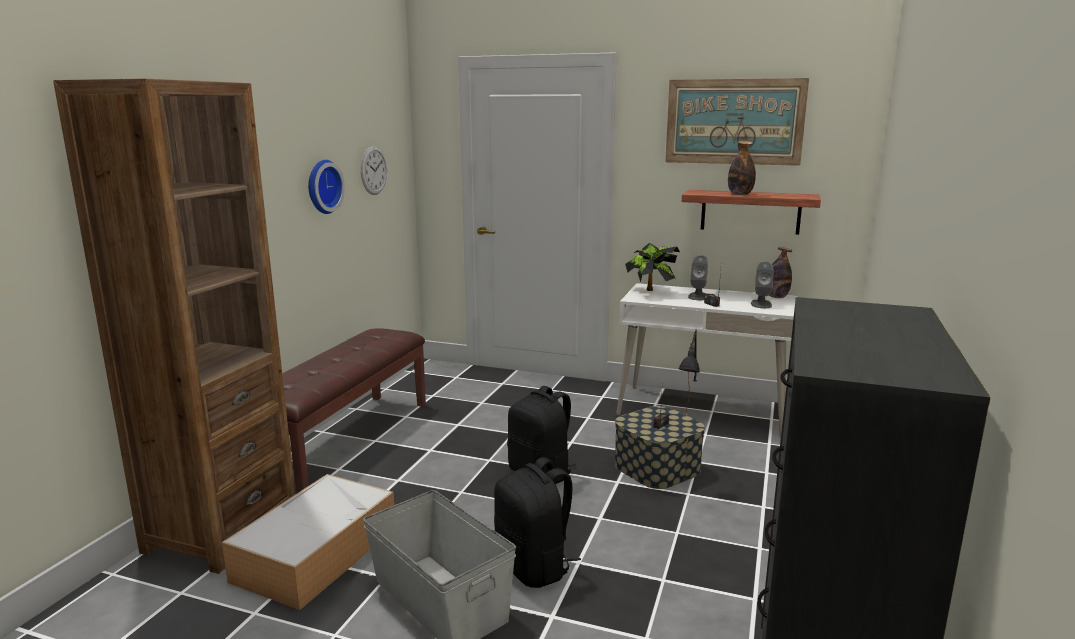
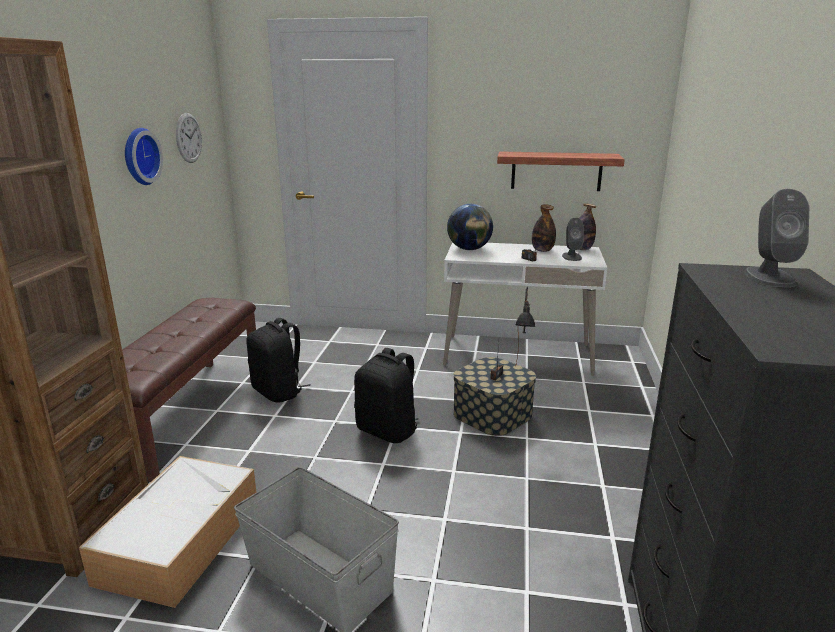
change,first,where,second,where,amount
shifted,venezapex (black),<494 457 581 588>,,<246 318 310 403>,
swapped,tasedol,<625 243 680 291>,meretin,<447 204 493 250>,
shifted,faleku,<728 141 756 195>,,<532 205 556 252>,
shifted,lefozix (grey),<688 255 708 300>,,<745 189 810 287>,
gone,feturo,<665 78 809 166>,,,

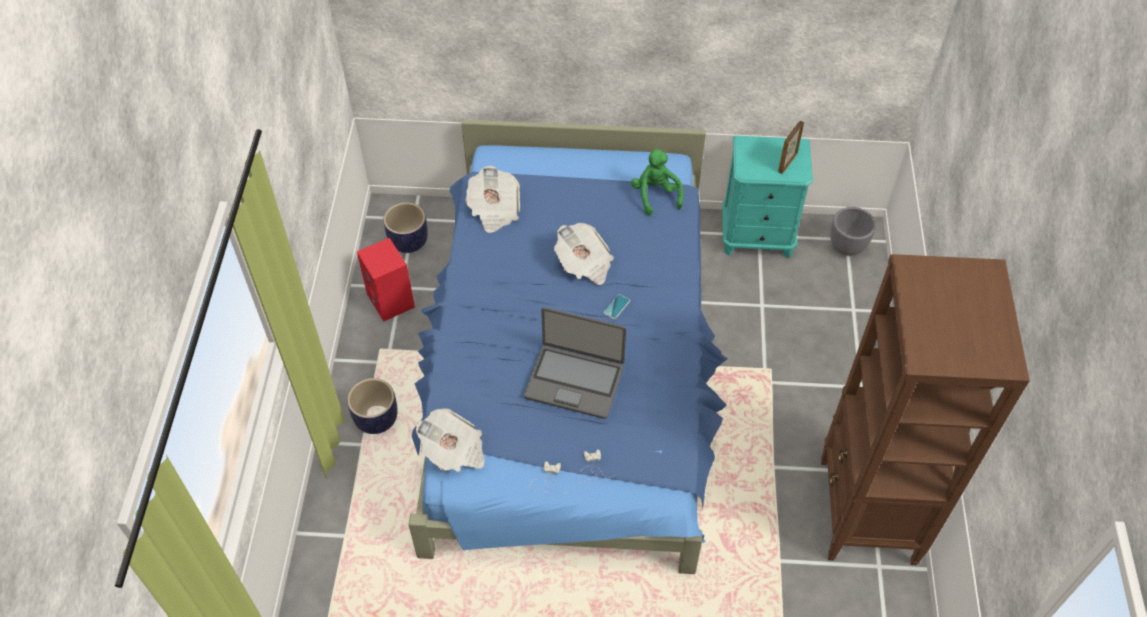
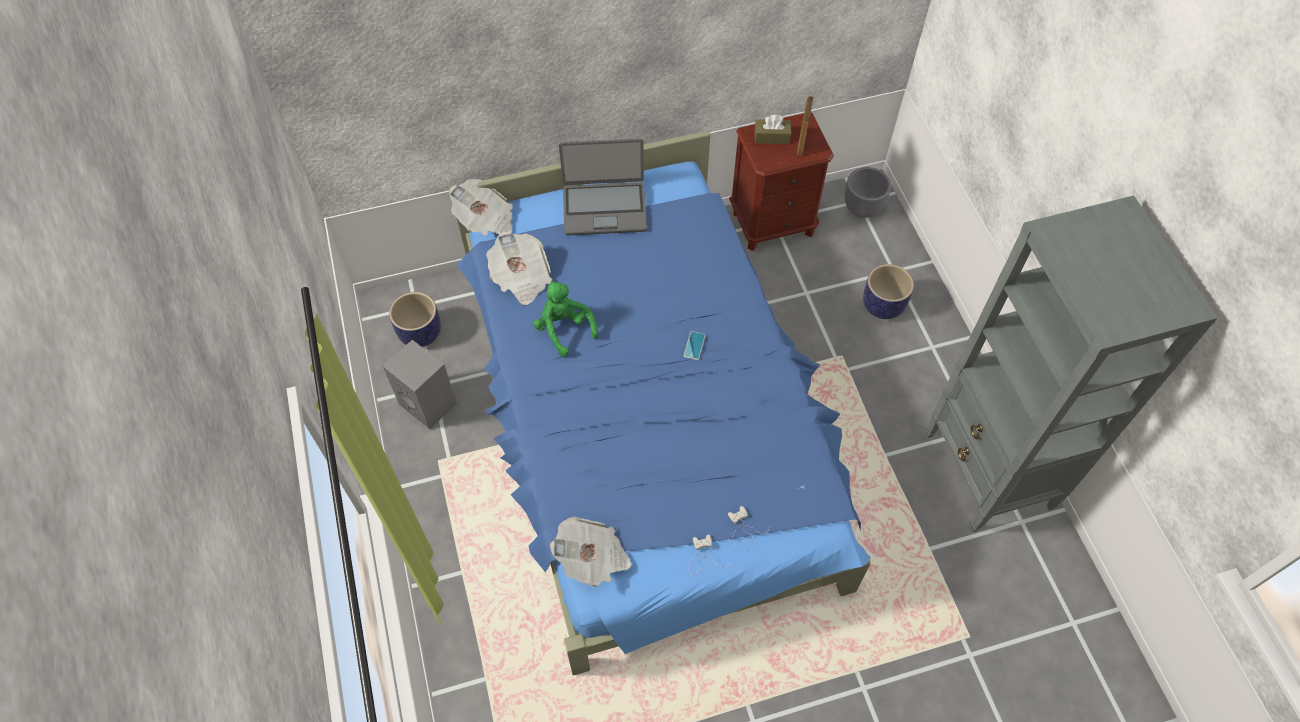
change,first,where,second,where,amount
repainted,lefozix (red),<357 238 415 322>,lefozix (grey),<383 340 457 430>,
shifted,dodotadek,<554 223 614 285>,,<449 179 513 236>,
shifted,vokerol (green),<631 148 684 215>,,<533 280 598 357>,
shifted,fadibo,<524 307 626 419>,,<559 139 647 235>,
repainted,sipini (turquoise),<722 136 813 258>,sipini (brown),<729 113 834 251>,
new,,,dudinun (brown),<755 115 791 144>,
shifted,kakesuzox,<347 378 398 434>,,<863 264 914 319>,
repainted,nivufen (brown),<821 254 1030 565>,nivufen (grey),<926 195 1218 532>,

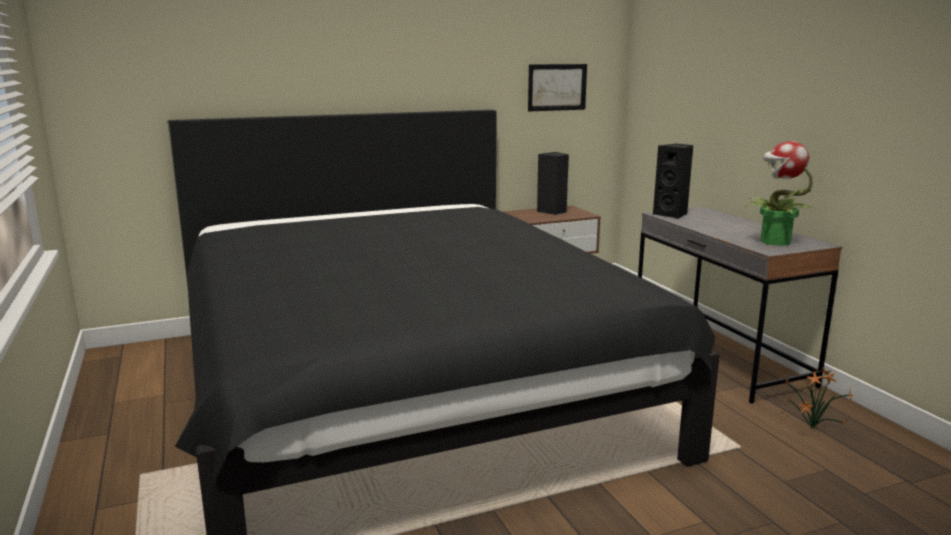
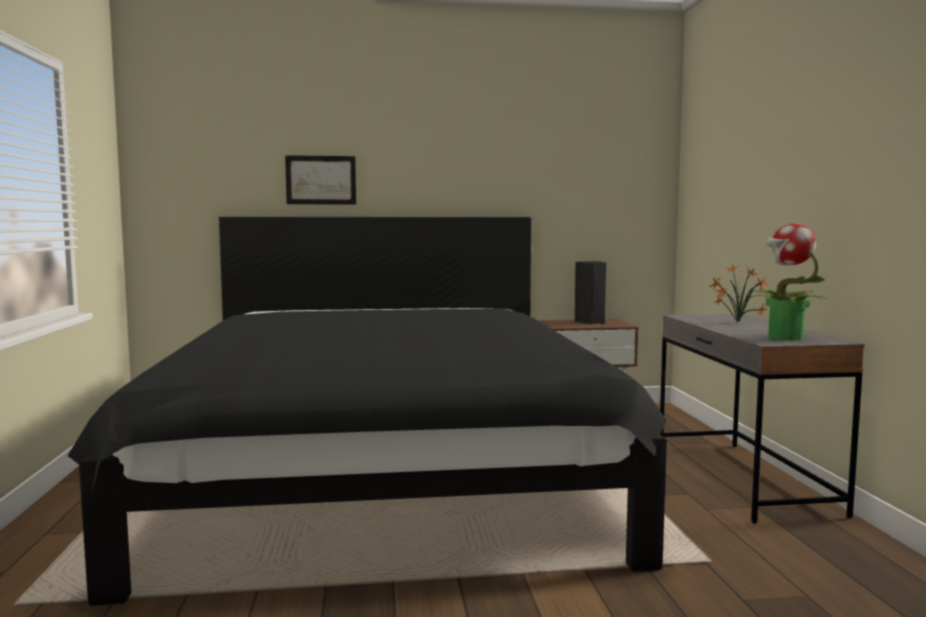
change,first,where,second,where,amount
shifted,feturo,<528 64 587 111>,,<285 155 356 204>,
shifted,tasedol,<781 367 853 428>,,<709 264 769 322>,
gone,lefozix (black),<653 144 693 219>,,,

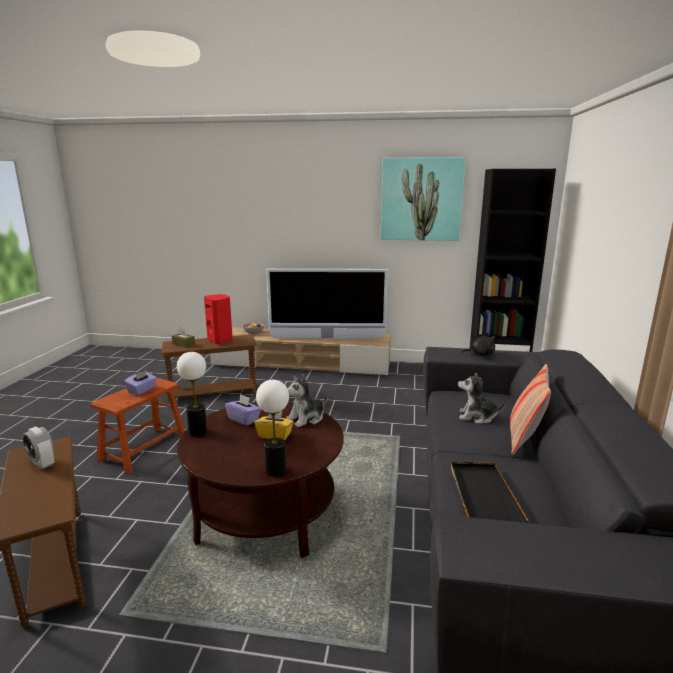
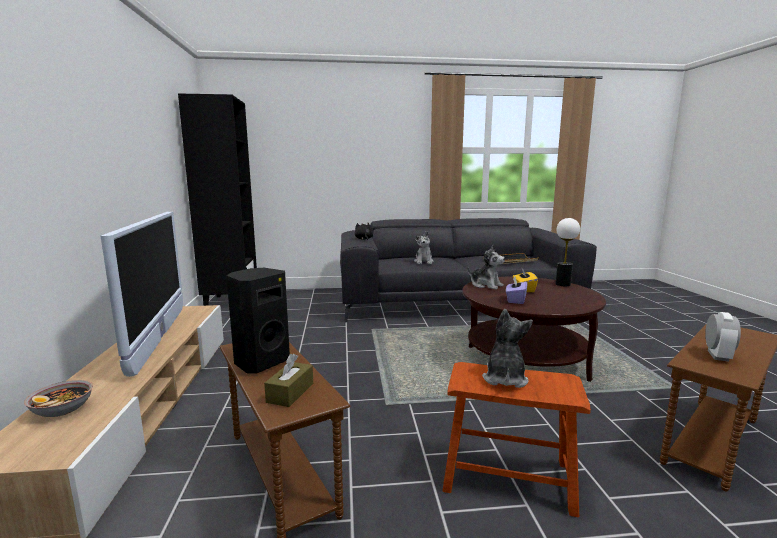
change,first,where,second,where,amount
repainted,lefozix (red),<204 294 233 344>,lefozix (black),<226 268 290 374>,
swapped,dudinun (purple),<124 370 157 395>,vokerol,<482 309 533 388>,
gone,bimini,<177 352 207 437>,,,
gone,feturo,<381 157 466 241>,,,
gone,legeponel,<510 364 551 455>,,,

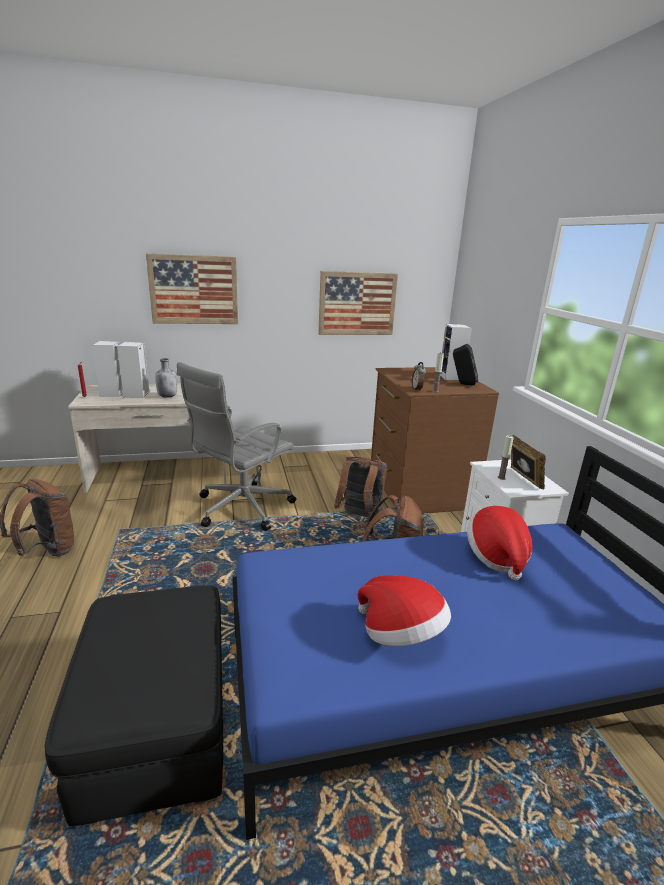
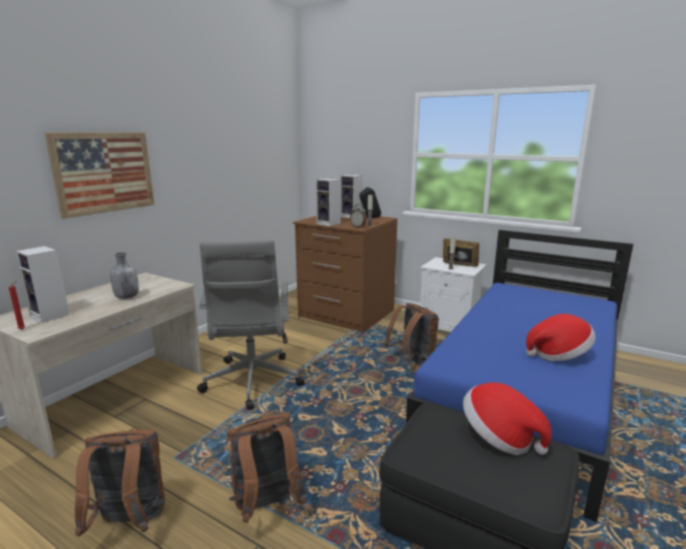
change,first,where,second,where,amount
shifted,venezapex (brown),<334 457 387 518>,,<227 413 307 523>,
shifted,lefozix,<117 342 149 398>,,<316 178 341 226>,
shifted,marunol,<467 506 532 580>,,<463 382 552 455>,
gone,feturo,<319 271 398 335>,,,

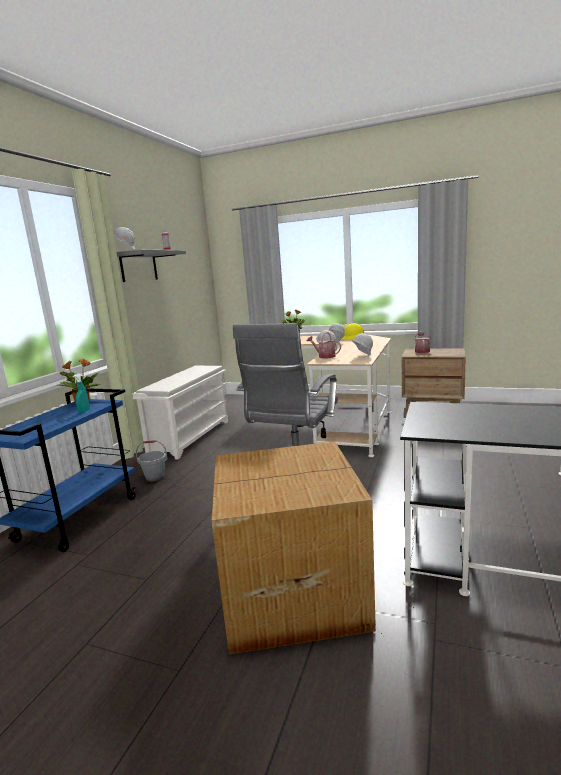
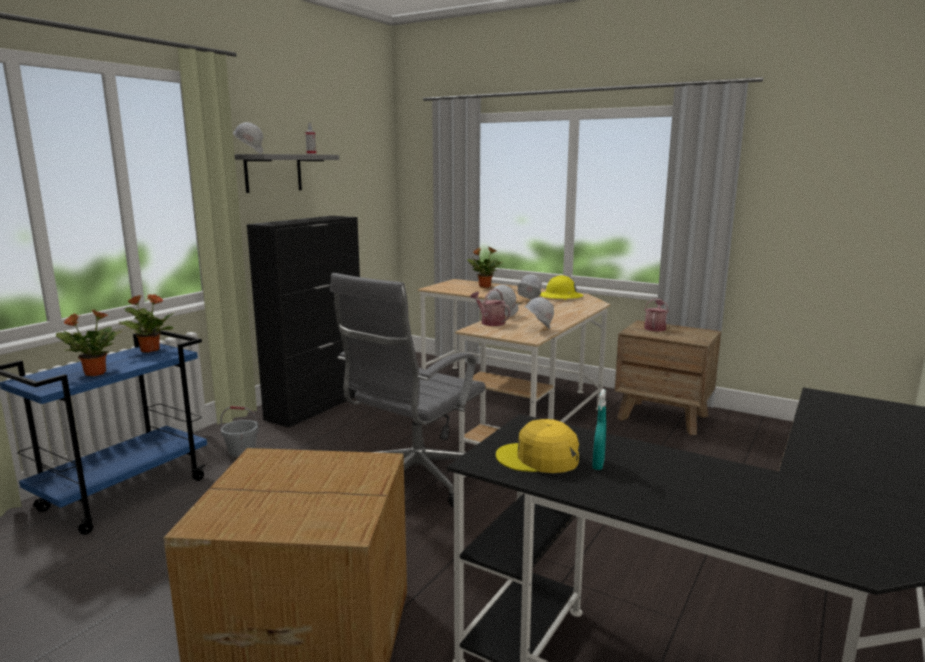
change,first,where,second,where,amount
new,,,tasedol,<56 309 122 376>,
swapped,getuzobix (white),<132 365 228 460>,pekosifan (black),<247 216 360 428>,
new,,,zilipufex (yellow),<496 419 579 473>,
shifted,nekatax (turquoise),<73 373 90 414>,,<592 389 606 470>,

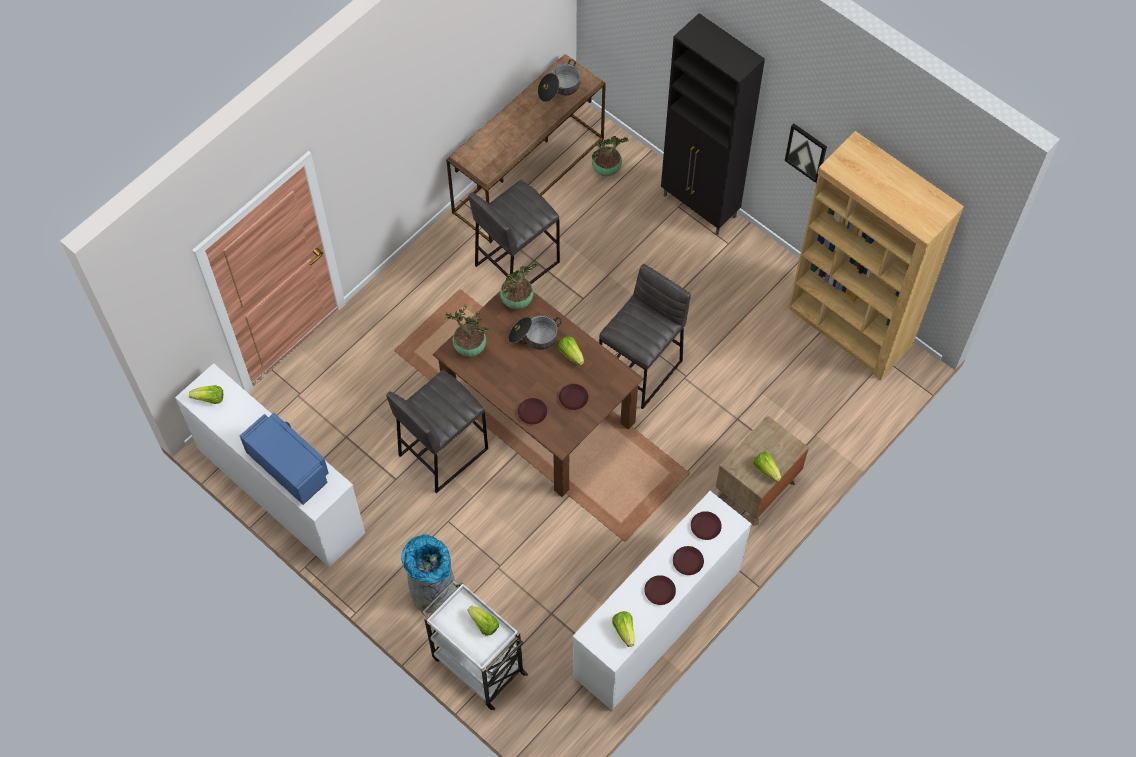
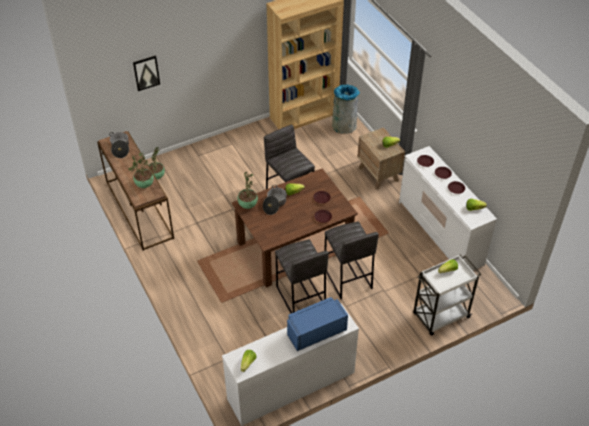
change,first,where,second,where,amount
shifted,tasedol,<446 305 489 357>,,<129 152 154 188>,
shifted,feturo,<785 123 827 183>,,<133 56 160 91>,
shifted,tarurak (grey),<468 179 560 284>,,<324 221 379 299>,
shifted,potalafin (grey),<401 534 457 613>,,<332 84 360 133>,
gone,pekosifan (black),<661 13 765 235>,,,

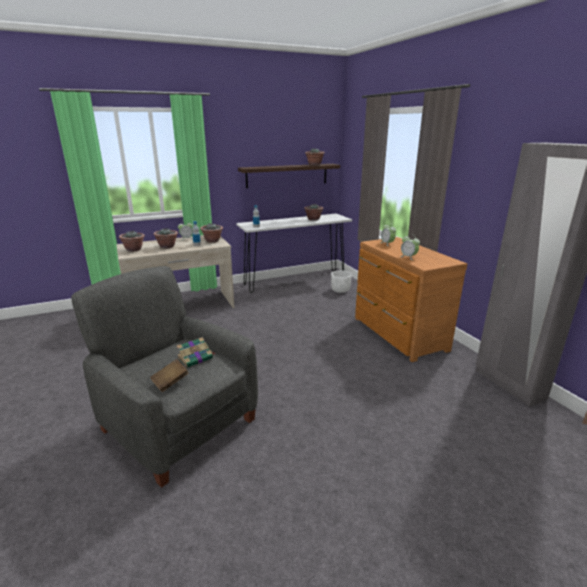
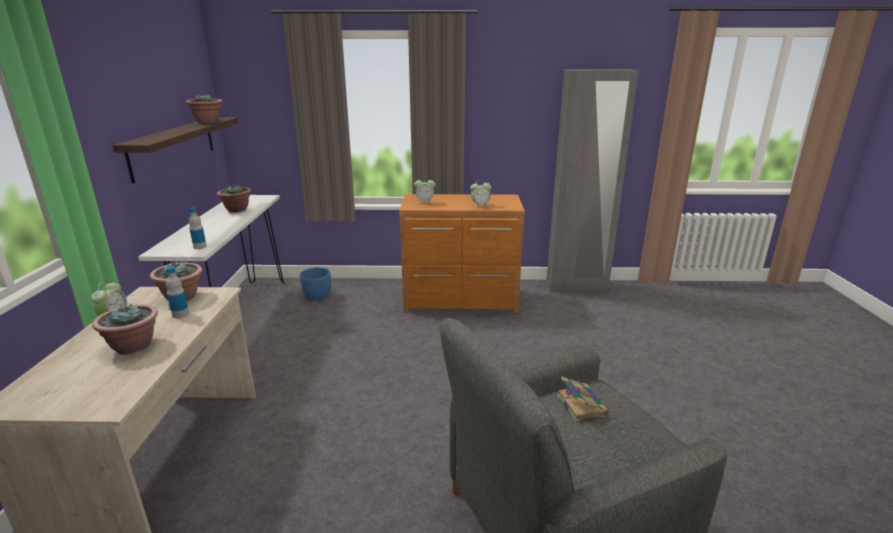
change,first,where,second,where,amount
repainted,kakesuzox (white),<331 270 352 293>,kakesuzox (blue),<300 267 331 301>,
gone,tasedol,<119 230 145 252>,,,
gone,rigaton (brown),<150 359 188 392>,,,

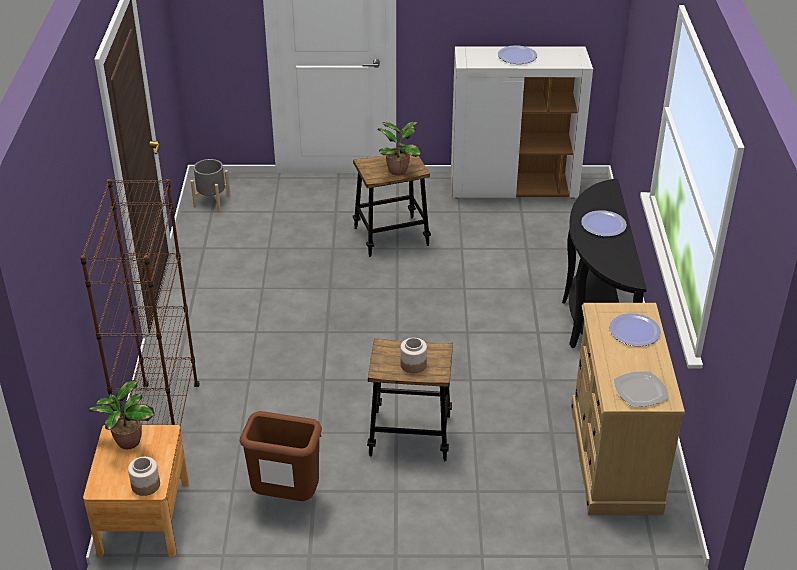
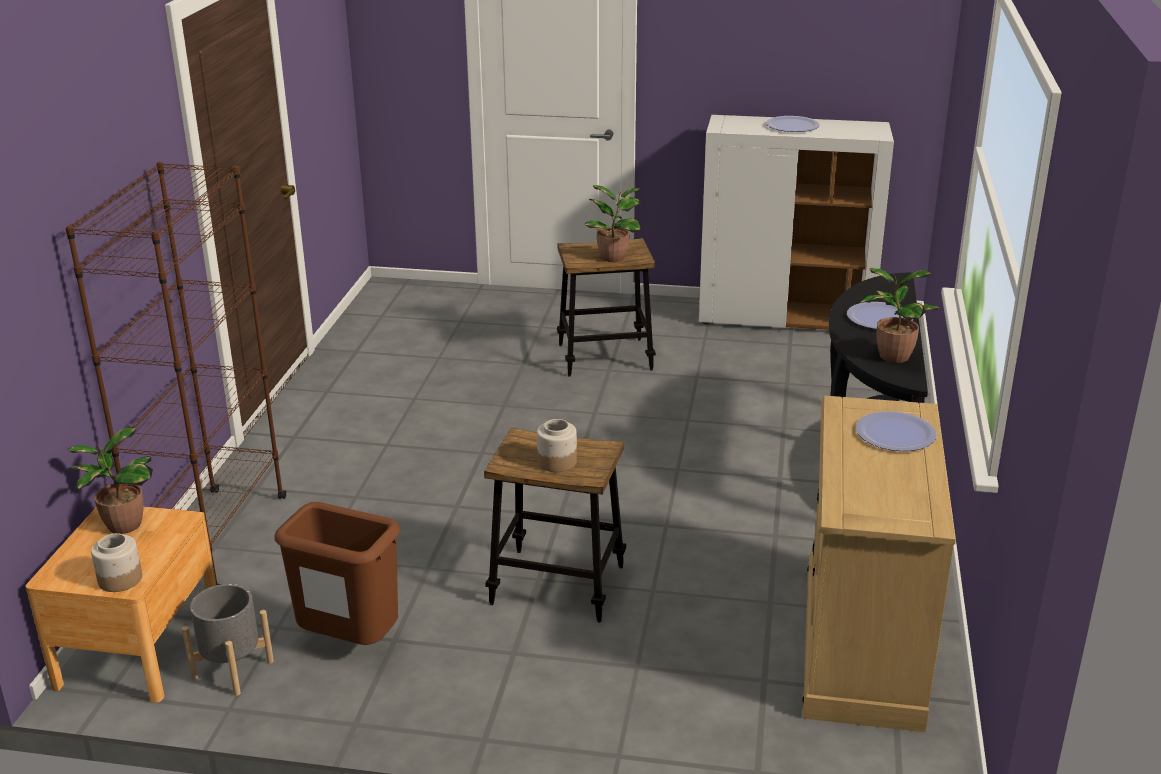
change,first,where,second,where,amount
shifted,kakesuzox (grey),<191 159 230 211>,,<182 584 274 696>,
new,,,tasedol,<860 268 940 363>,
gone,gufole,<614 371 668 407>,,,

